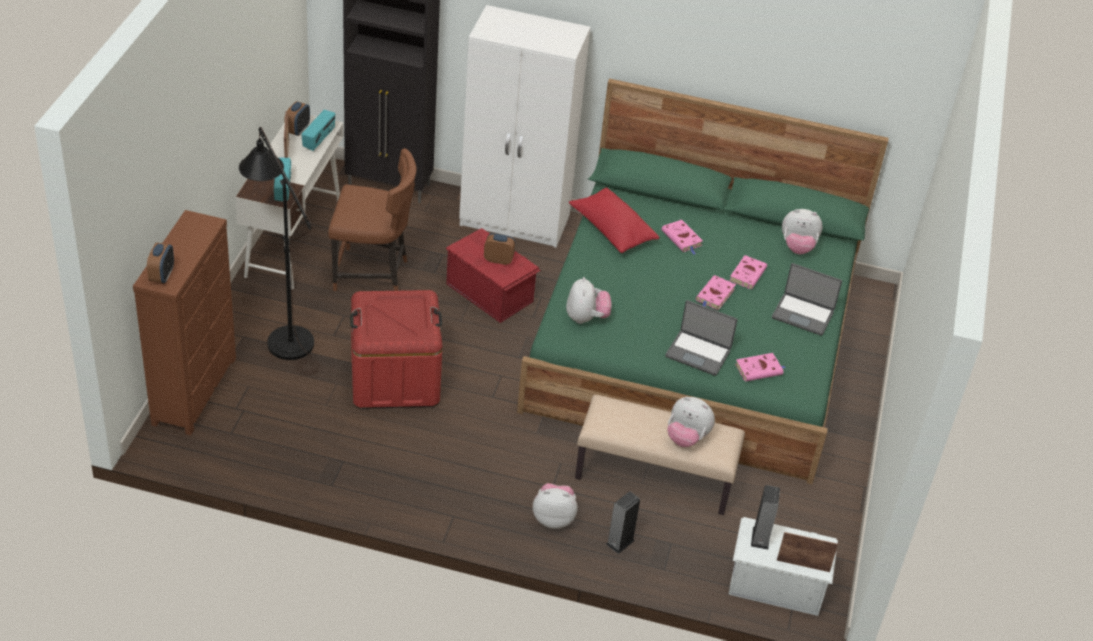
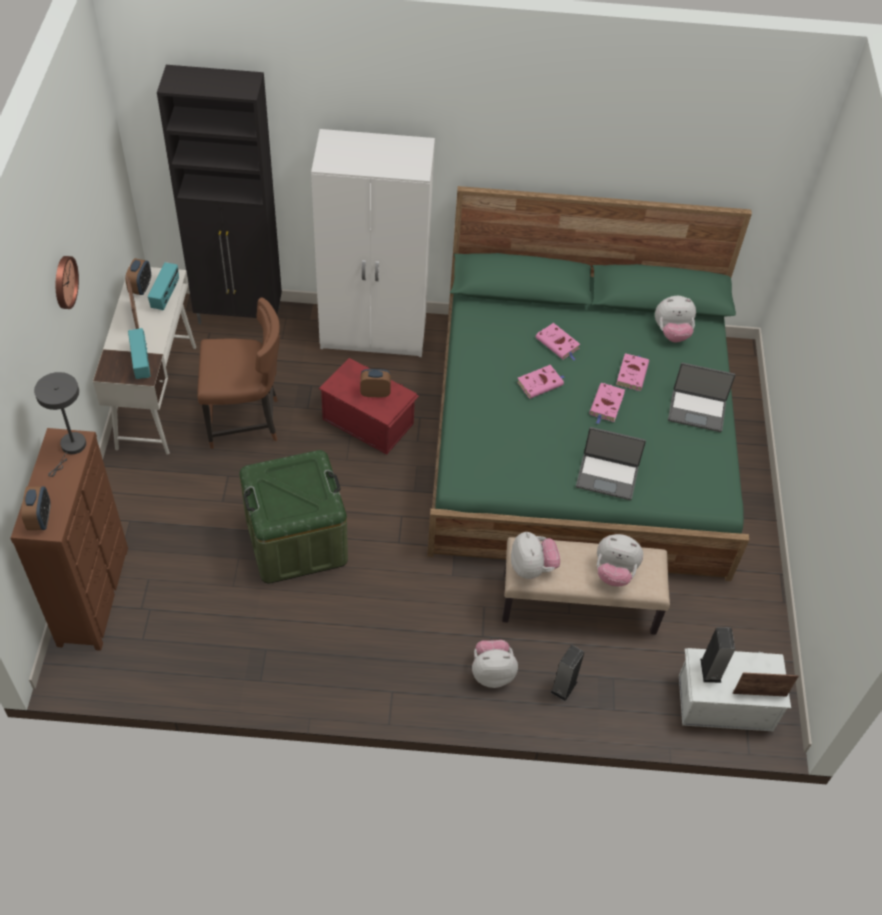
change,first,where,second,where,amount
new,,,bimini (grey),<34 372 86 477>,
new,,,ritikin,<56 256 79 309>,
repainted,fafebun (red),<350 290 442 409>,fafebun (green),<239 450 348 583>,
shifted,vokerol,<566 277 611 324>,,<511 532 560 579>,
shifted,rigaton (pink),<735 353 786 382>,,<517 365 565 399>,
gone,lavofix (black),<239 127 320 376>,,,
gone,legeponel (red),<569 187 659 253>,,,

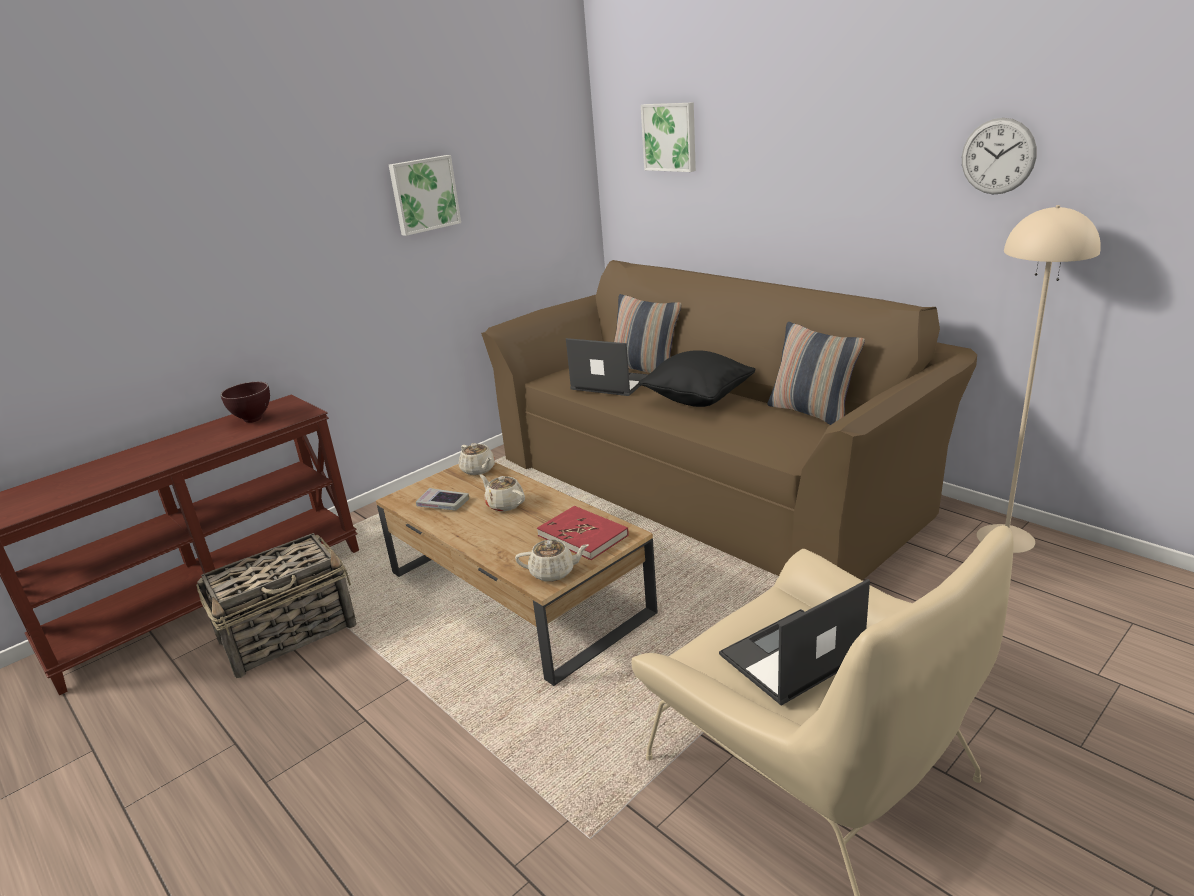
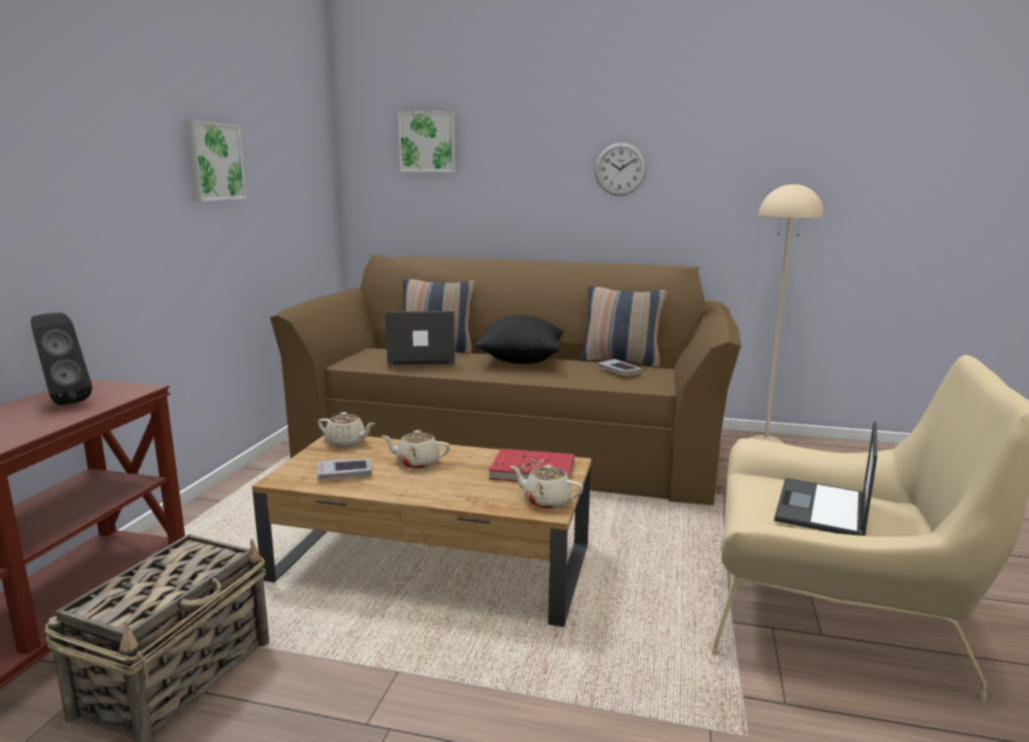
change,first,where,second,where,amount
swapped,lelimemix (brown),<221 382 270 423>,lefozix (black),<31 313 92 405>,
rotated,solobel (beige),<515 539 589 582>,,<510 465 583 509>,120 degrees counterclockwise
shifted,ritikin,<962 118 1037 194>,,<595 142 647 196>,
new,,,rigaton,<597 359 642 376>,

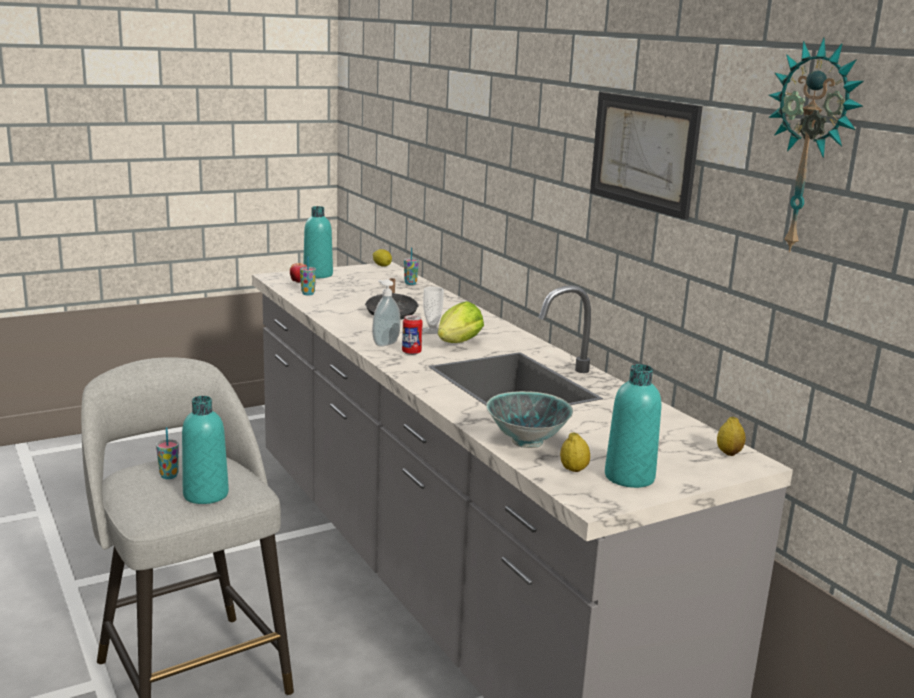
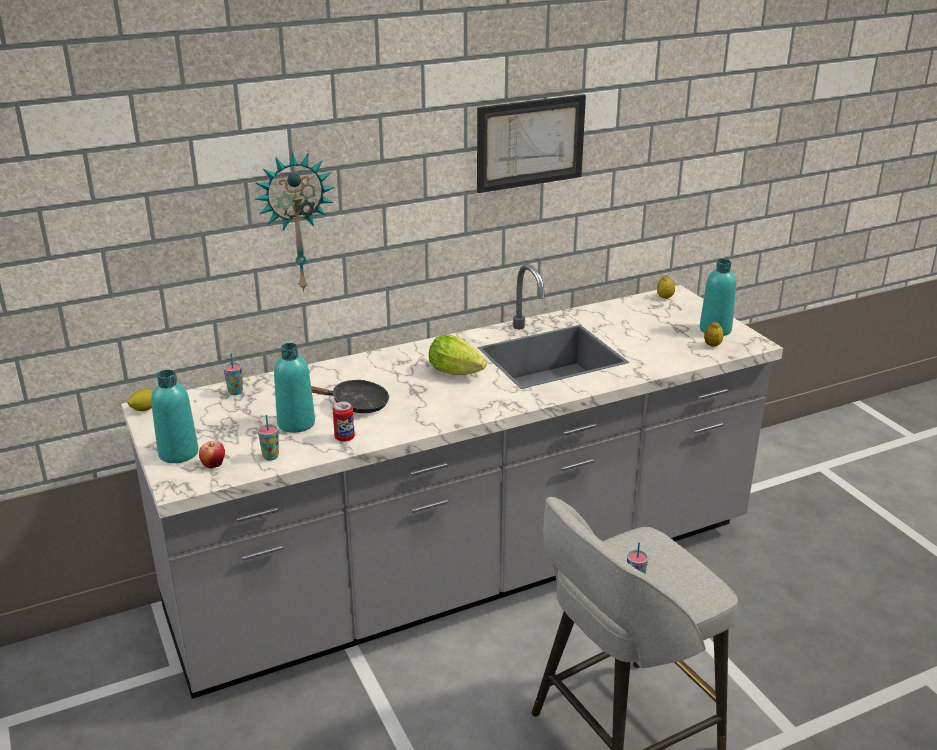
change,first,where,second,where,amount
shifted,ritikin,<768 37 864 252>,,<255 152 335 293>,
shifted,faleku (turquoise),<182 396 229 504>,,<274 343 315 433>,
shifted,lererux,<402 315 423 355>,,<333 401 355 442>,
gone,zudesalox,<372 280 401 347>,,,
gone,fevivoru,<422 287 444 334>,,,
gone,lelimemix,<486 391 573 448>,,,

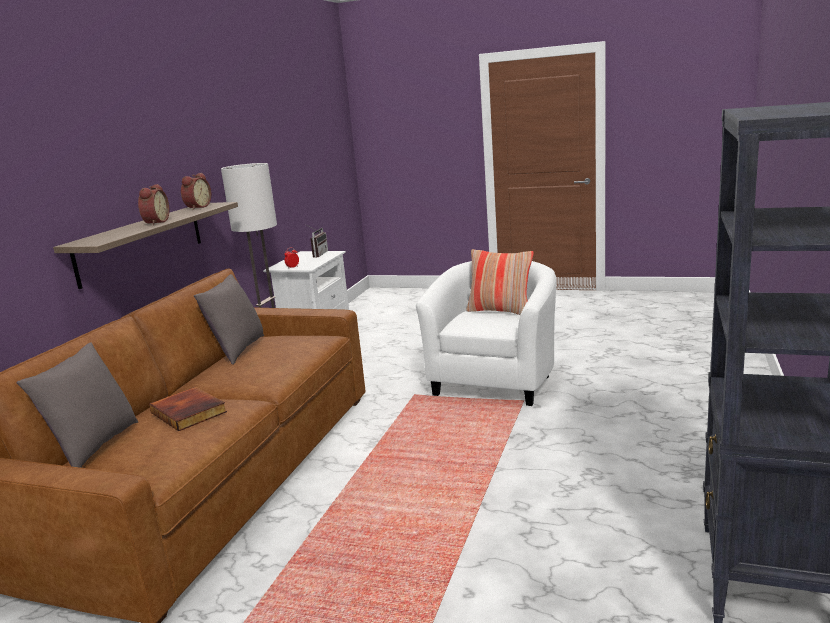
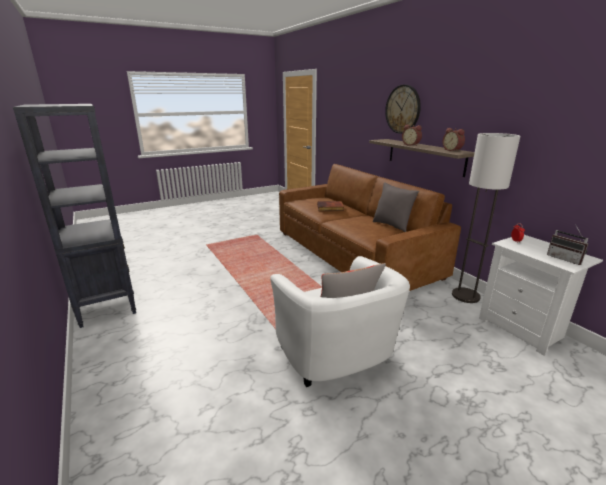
change,first,where,second,where,amount
new,,,ritikin,<385 85 421 133>,
gone,legeponel (grey),<17 342 138 468>,,,

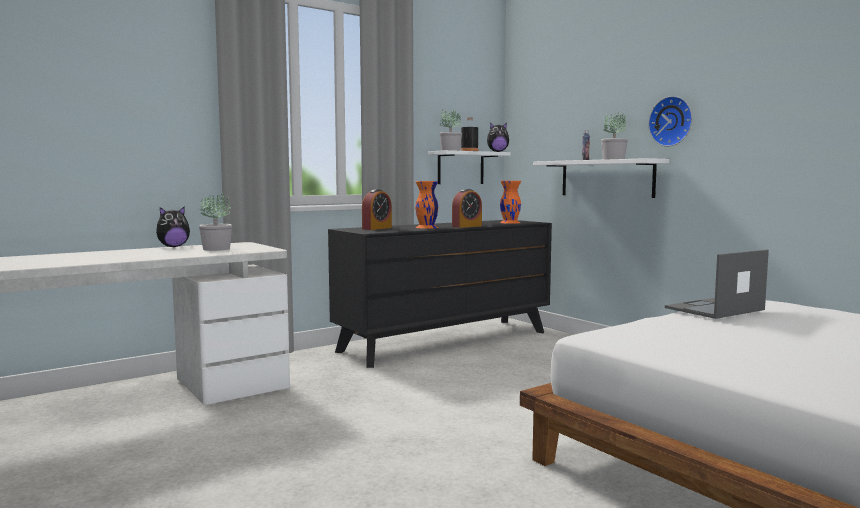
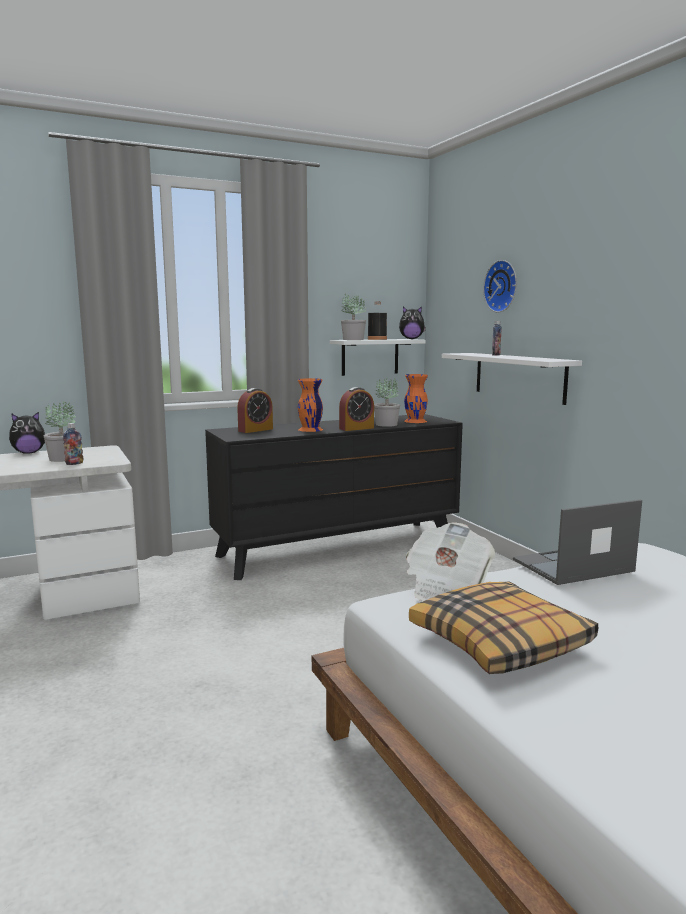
change,first,where,second,where,amount
new,,,faleku,<63 423 83 465>,
shifted,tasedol,<601 112 628 160>,,<374 378 400 427>,
new,,,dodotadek,<406 522 495 601>,
new,,,legeponel,<409 582 598 674>,
shifted,ritikin,<648 96 693 147>,,<483 260 517 312>,

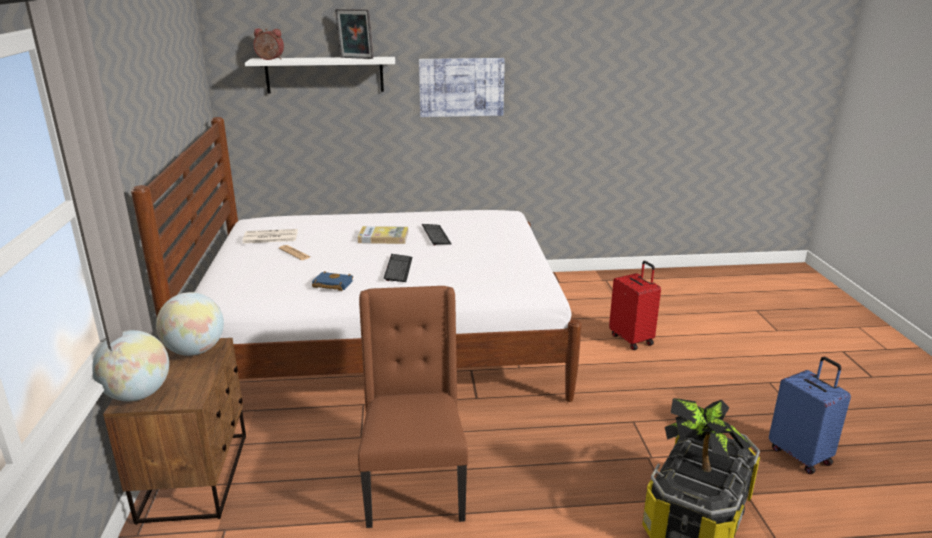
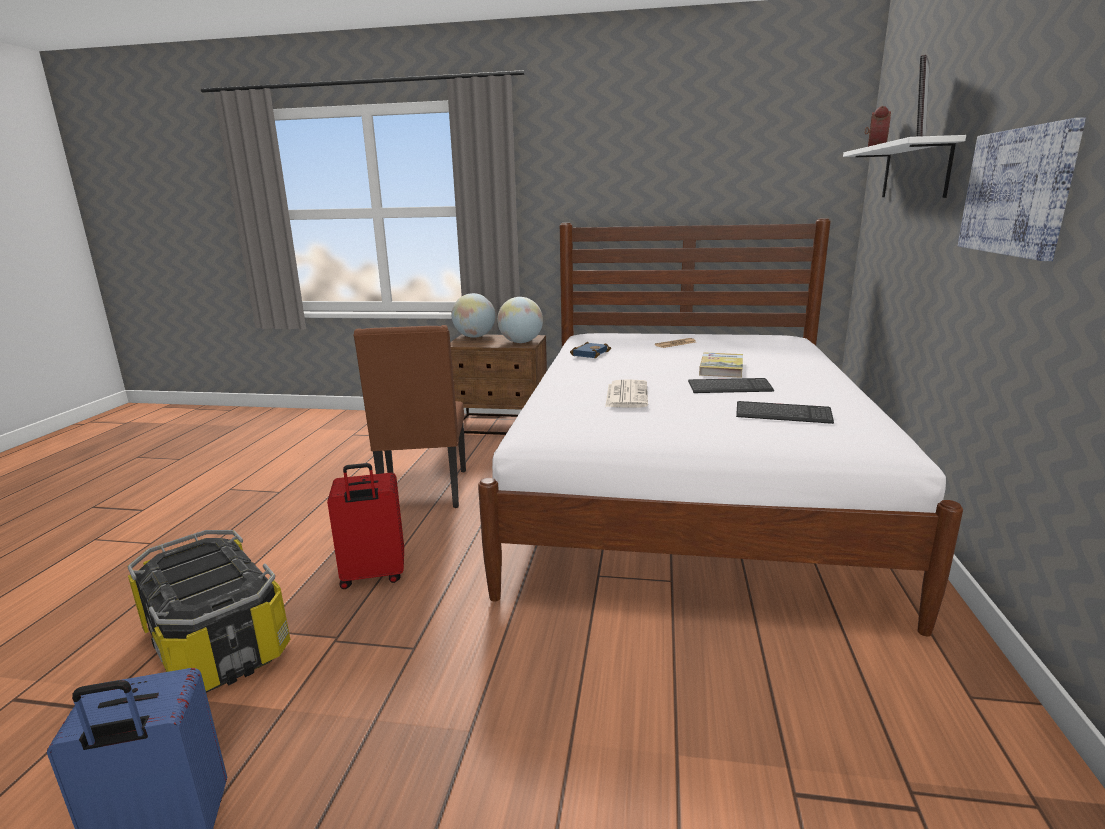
change,first,where,second,where,amount
shifted,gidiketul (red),<609 261 661 350>,,<327 463 404 589>,
rotated,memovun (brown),<358 286 468 528>,,<353 325 466 508>,75 degrees clockwise
shifted,dodotadek,<243 229 298 243>,,<605 379 648 408>,
shifted,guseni,<384 254 412 282>,,<736 401 834 424>,
gone,tasedol,<665 398 751 472>,,,

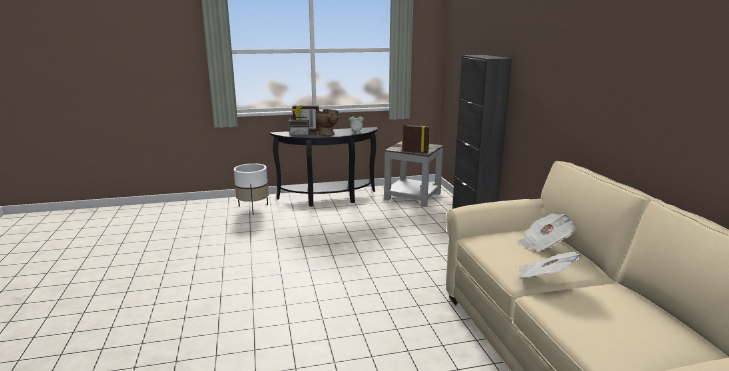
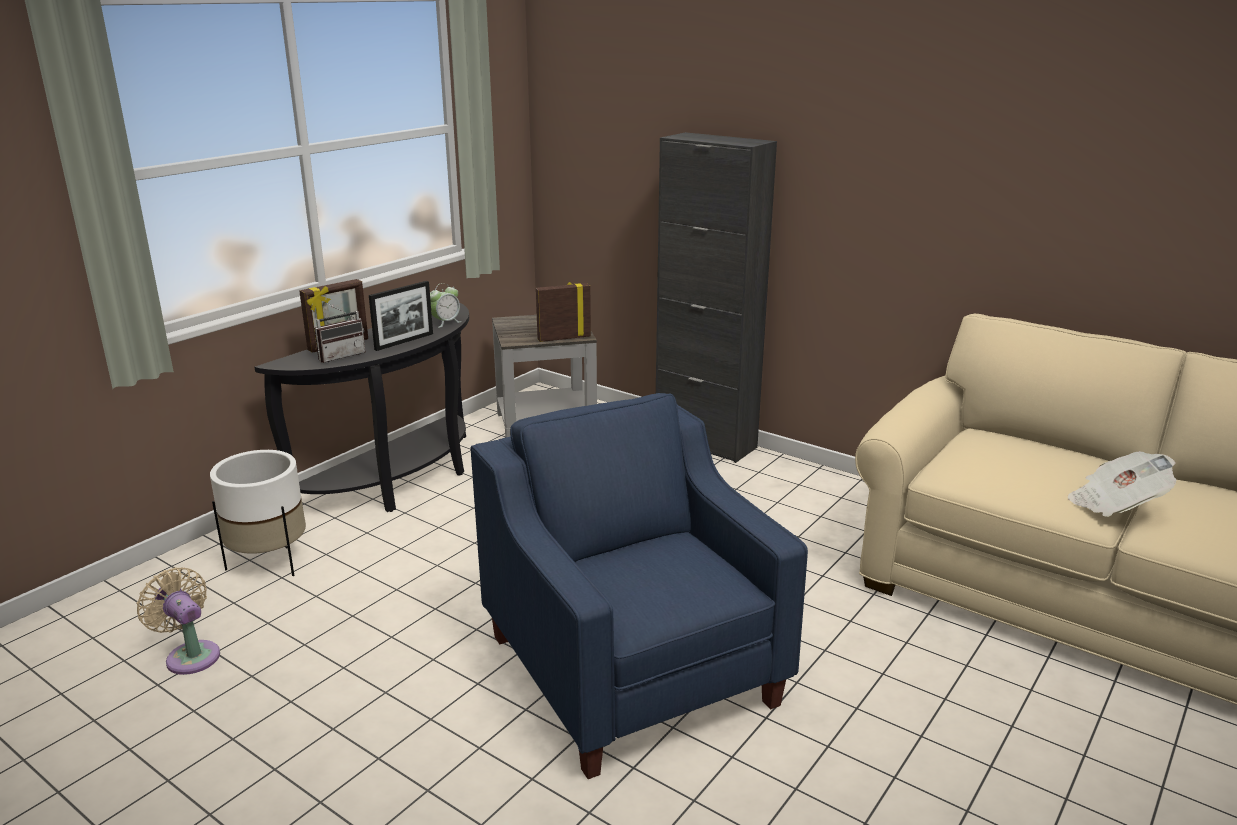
change,first,where,second,where,amount
new,,,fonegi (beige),<137 567 220 675>,
swapped,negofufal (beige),<316 109 340 136>,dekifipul,<369 281 433 351>,
new,,,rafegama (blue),<471 393 808 779>,
gone,dodotadek,<518 214 575 252>,,,

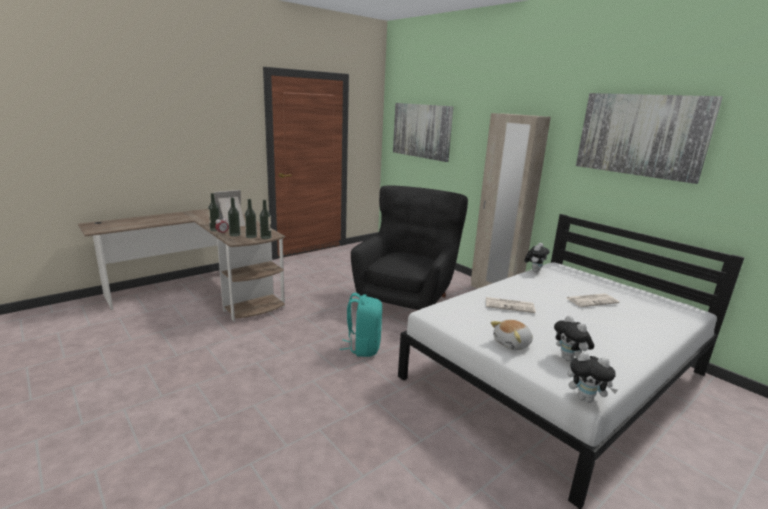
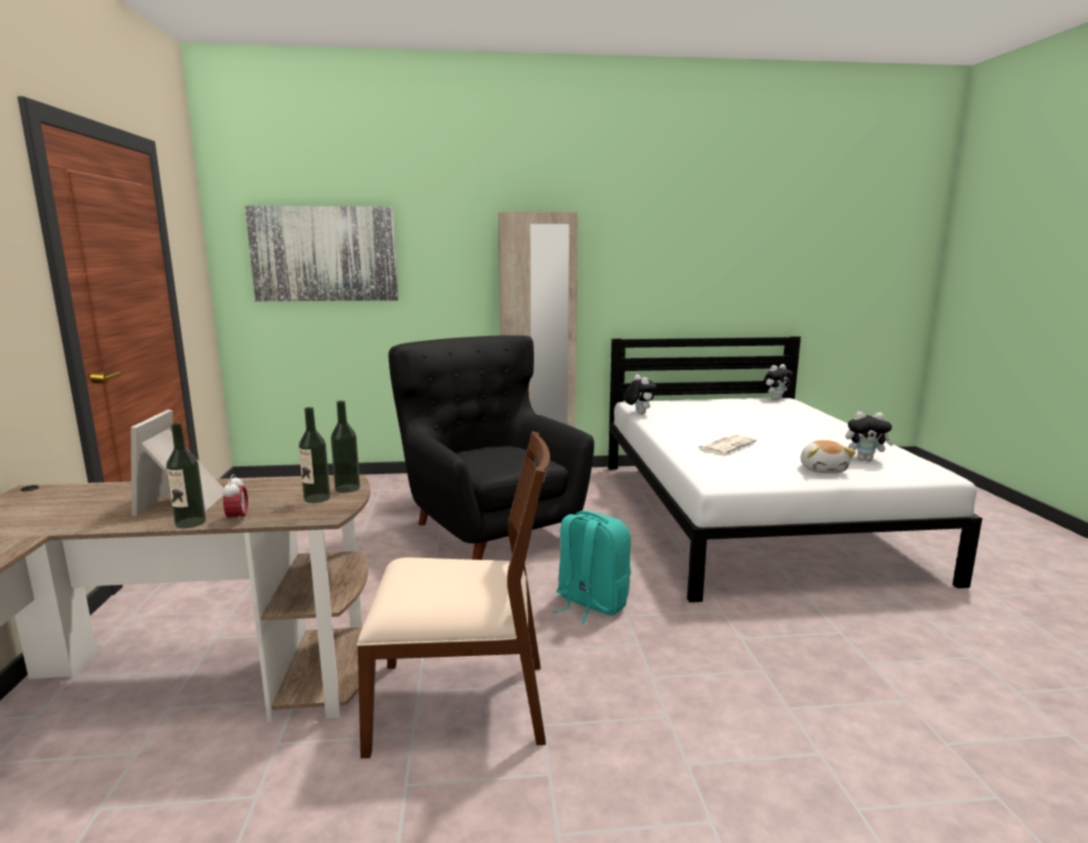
change,first,where,second,where,amount
new,,,memovun (brown),<357 431 550 758>,
shifted,vokerol,<568 352 618 403>,,<762 364 793 400>,
gone,faleku,<228 197 240 237>,,,
gone,dodotadek,<567 294 619 307>,,,
gone,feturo,<576 93 723 184>,,,

